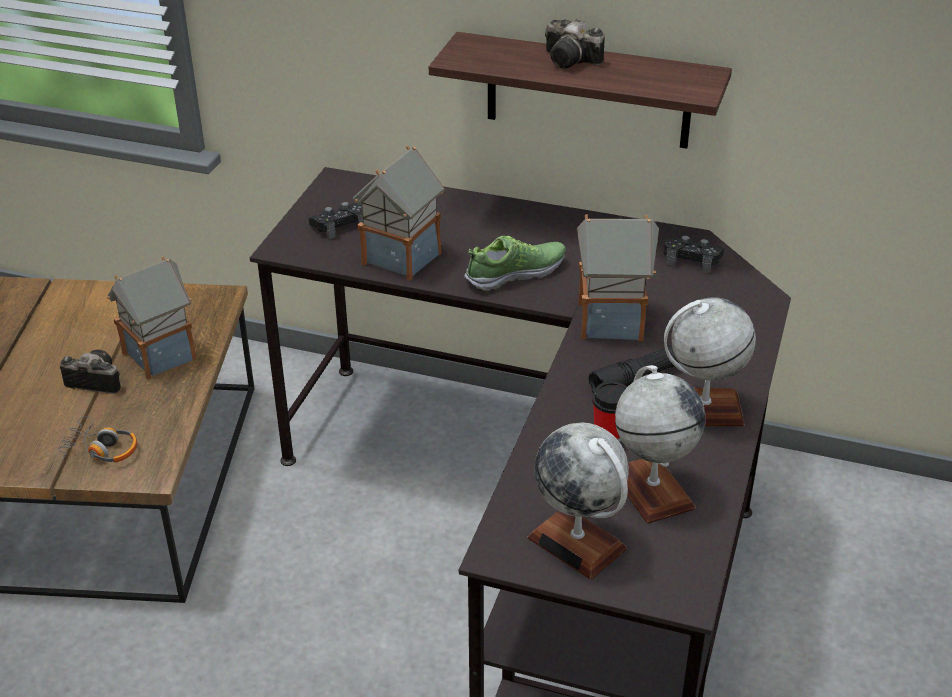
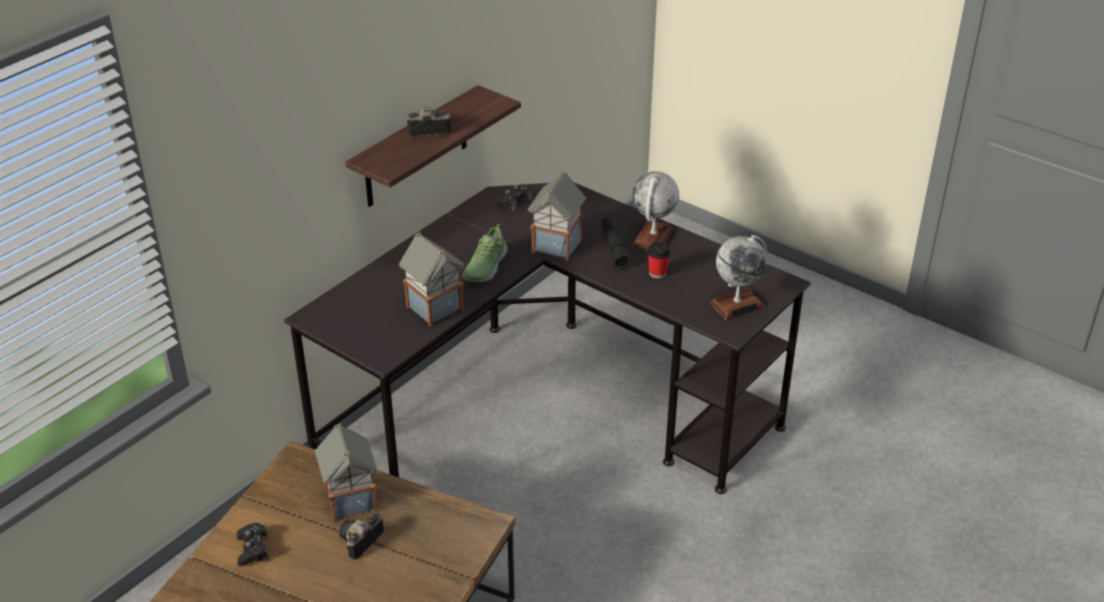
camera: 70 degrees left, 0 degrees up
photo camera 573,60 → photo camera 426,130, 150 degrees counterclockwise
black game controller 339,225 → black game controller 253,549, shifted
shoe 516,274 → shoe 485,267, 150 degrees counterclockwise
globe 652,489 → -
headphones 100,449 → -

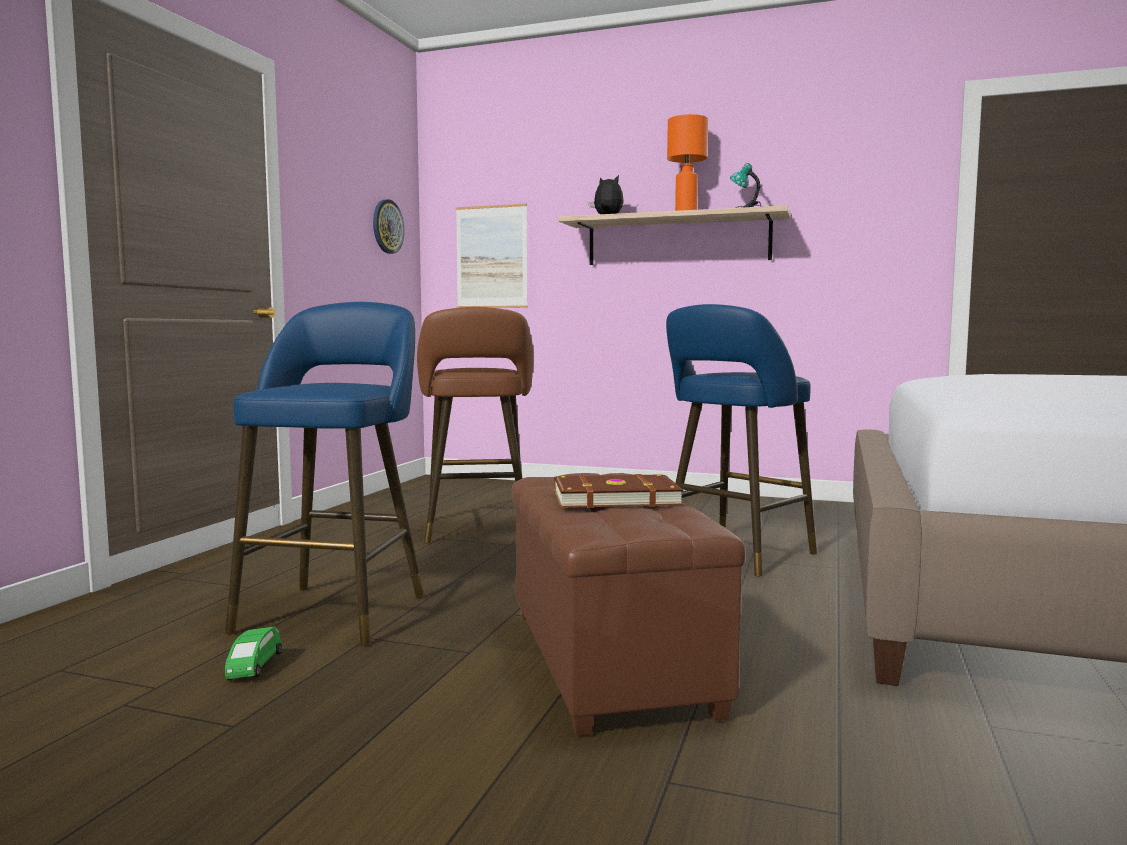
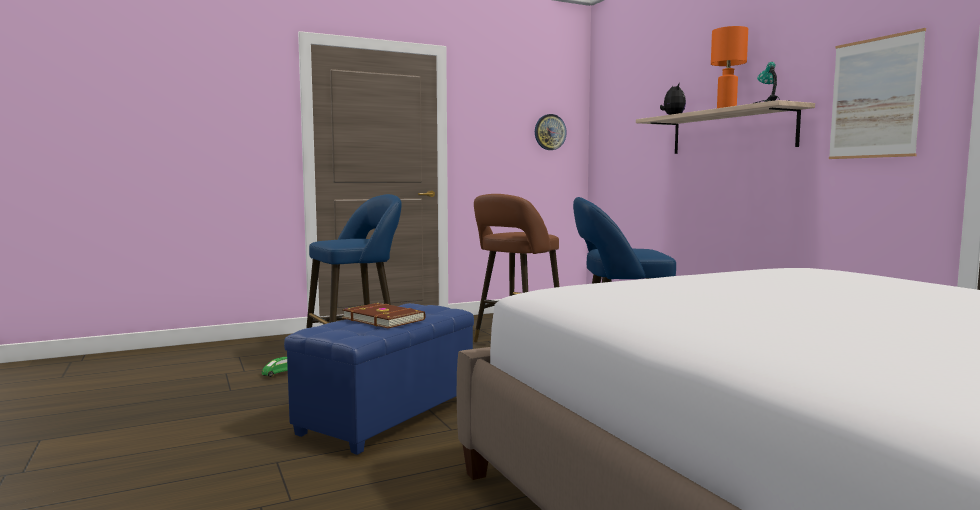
camera: 45 degrees right, 0 degrees up
picture 491,257 → picture 874,98, shifted
brown ottoman 606,661 → blue ottoman 387,416

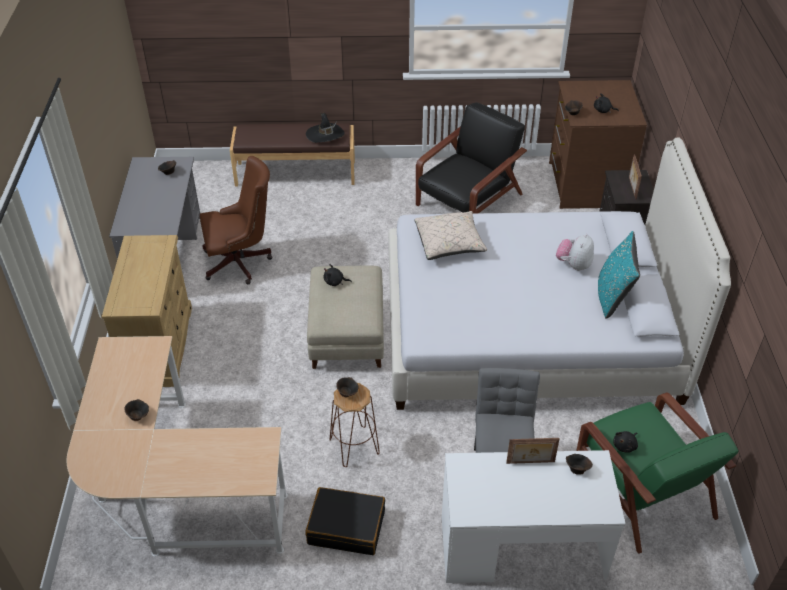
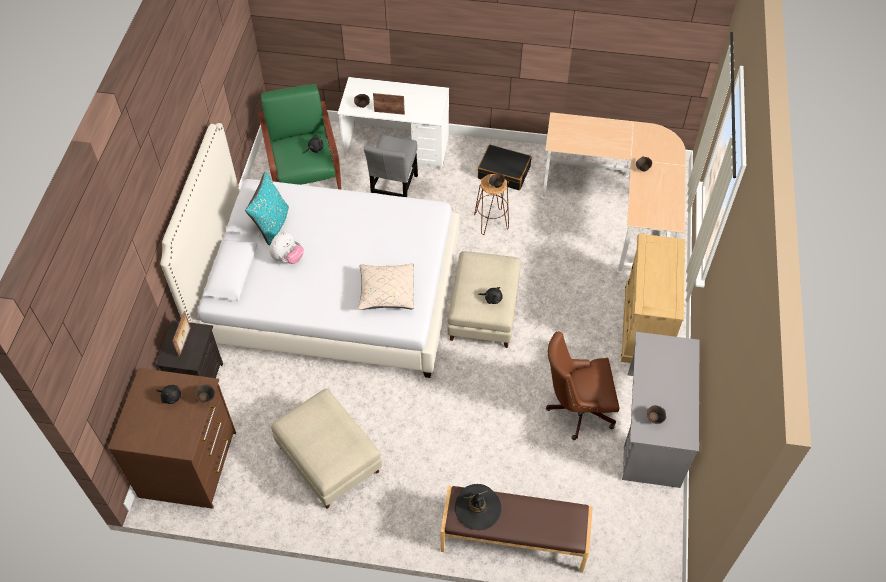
camera: 170 degrees left, 10 degrees up
black armchair 468,201 → beige ottoman 328,459

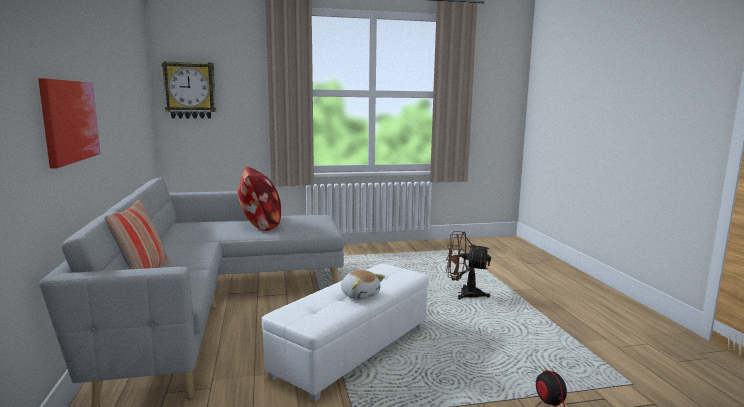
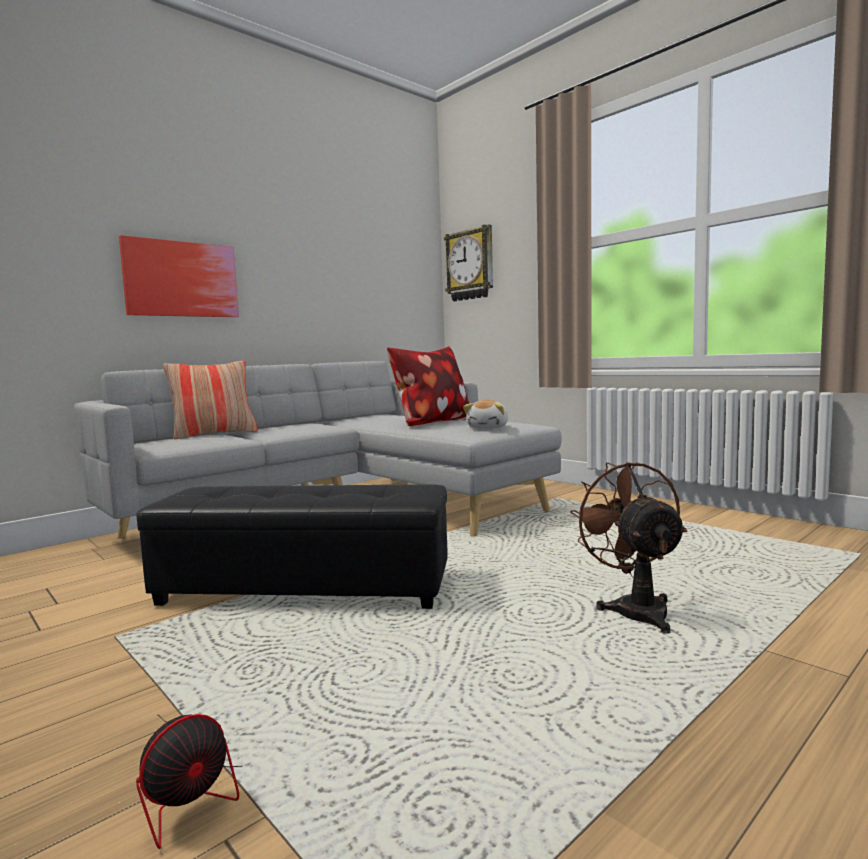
camera: 60 degrees right, 5 degrees down
white ottoman 353,349 → black ottoman 306,588
plush toy 360,295 → plush toy 489,428, shifted

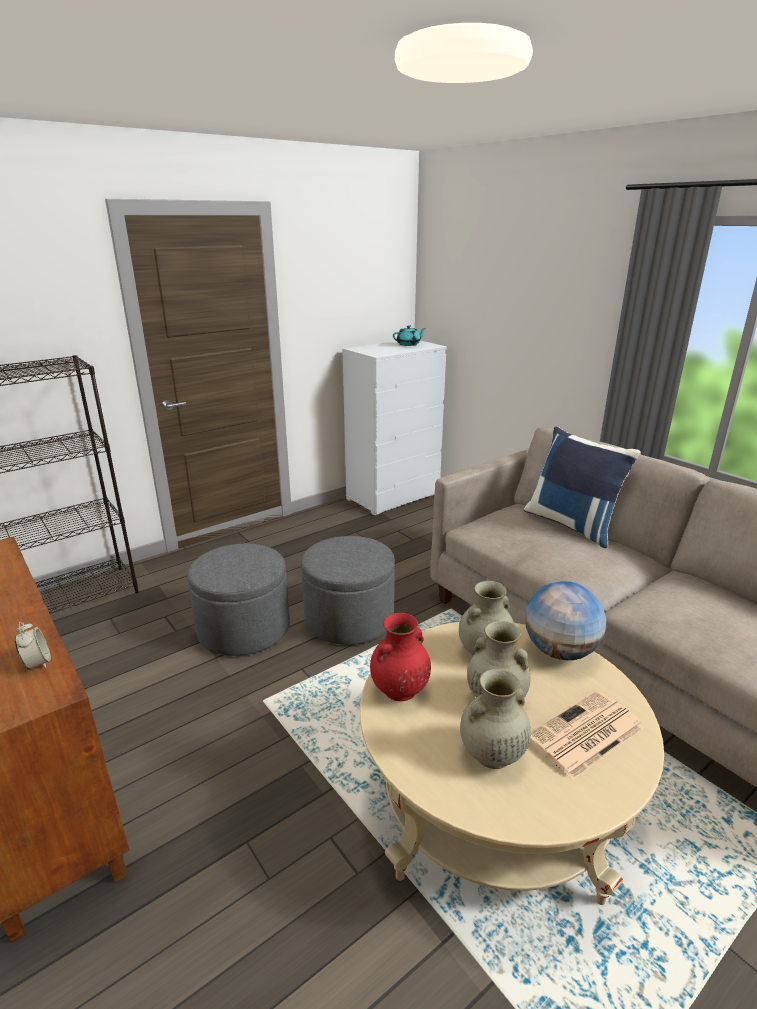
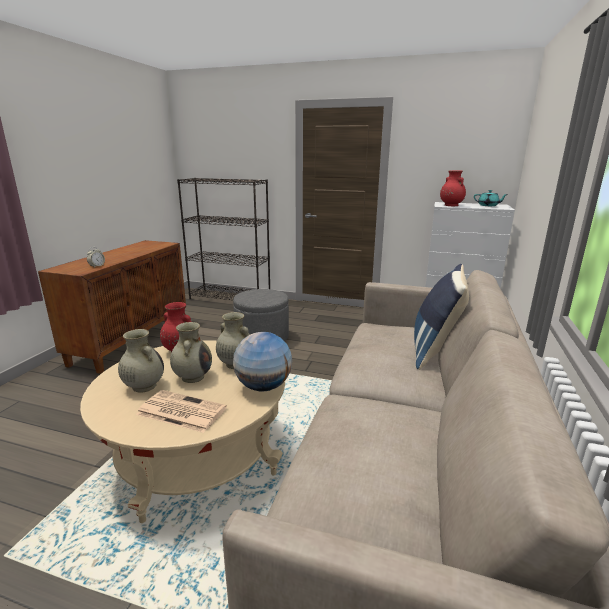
camera: 55 degrees right, 5 degrees down
grey ottoman 349,619 → -
- → red vase 451,205

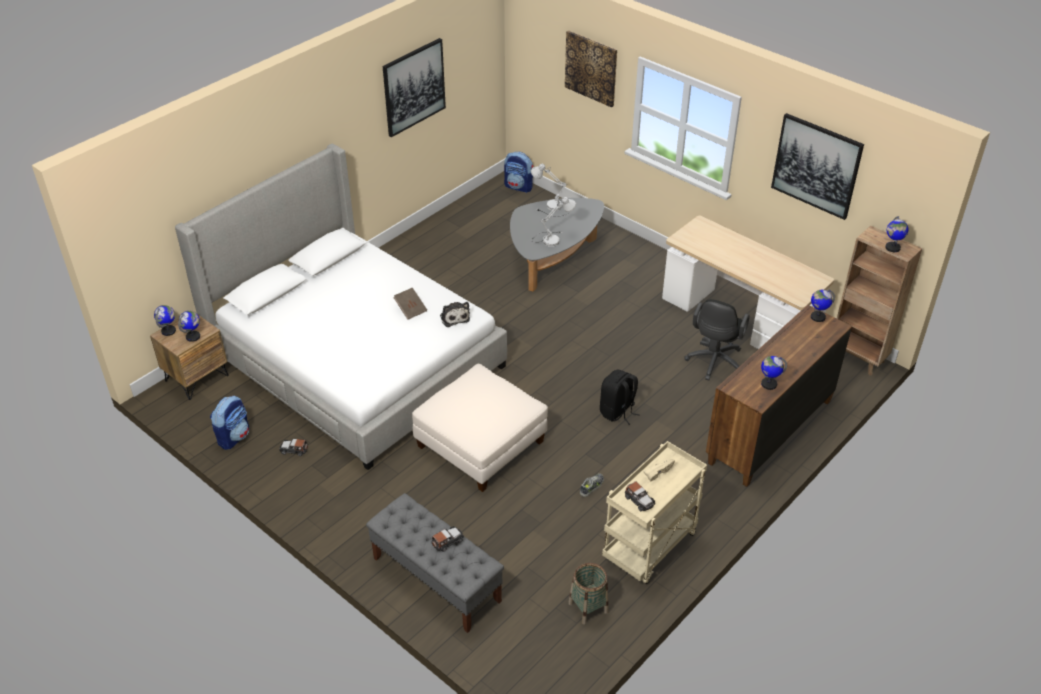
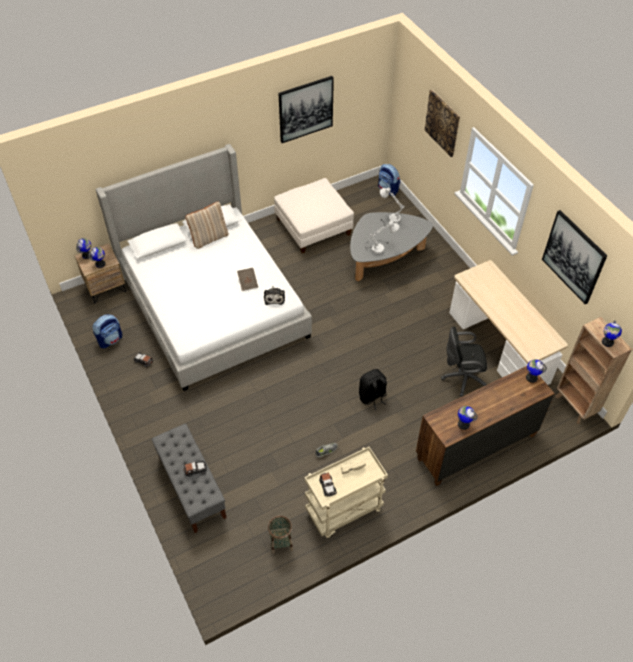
camera: 20 degrees right, 10 degrees up
black office chair 713,363 → black office chair 462,378, 45 degrees clockwise
white ottoman 480,443 → white ottoman 313,226, shifted
- → beige pillow 209,238

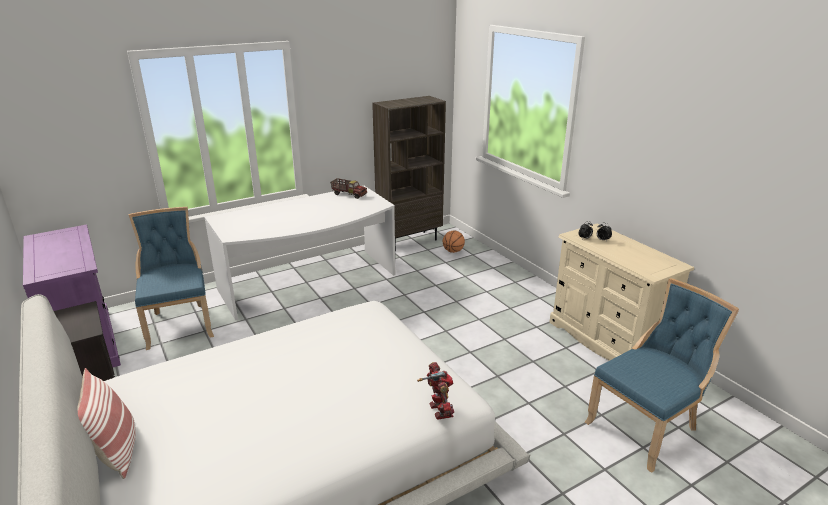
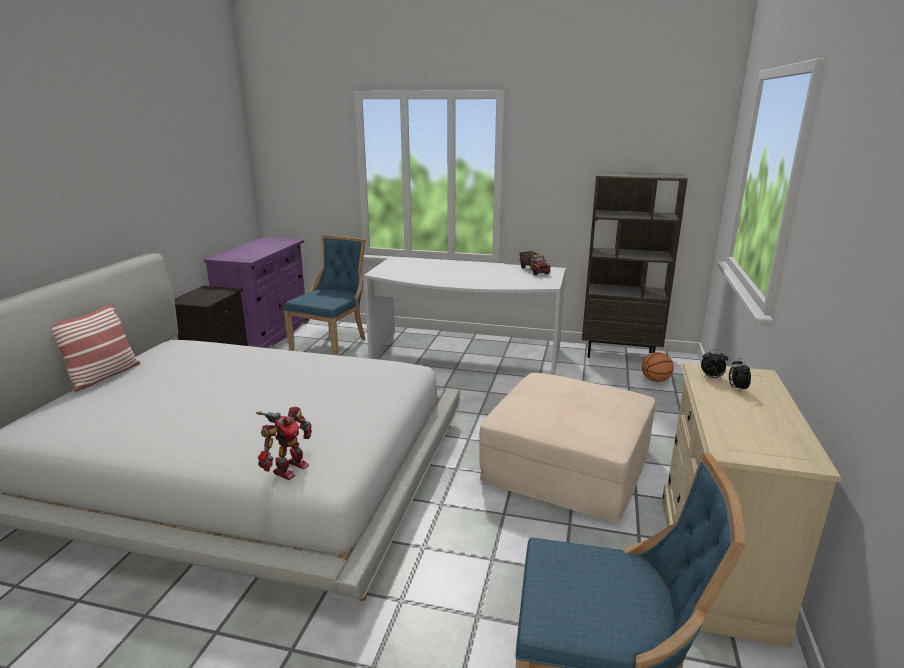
camera: 45 degrees right, 5 degrees down
- → beige ottoman 567,465

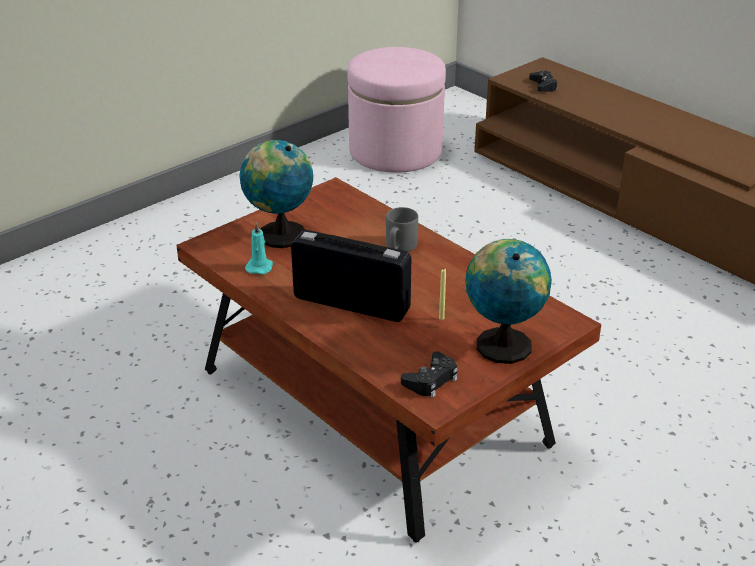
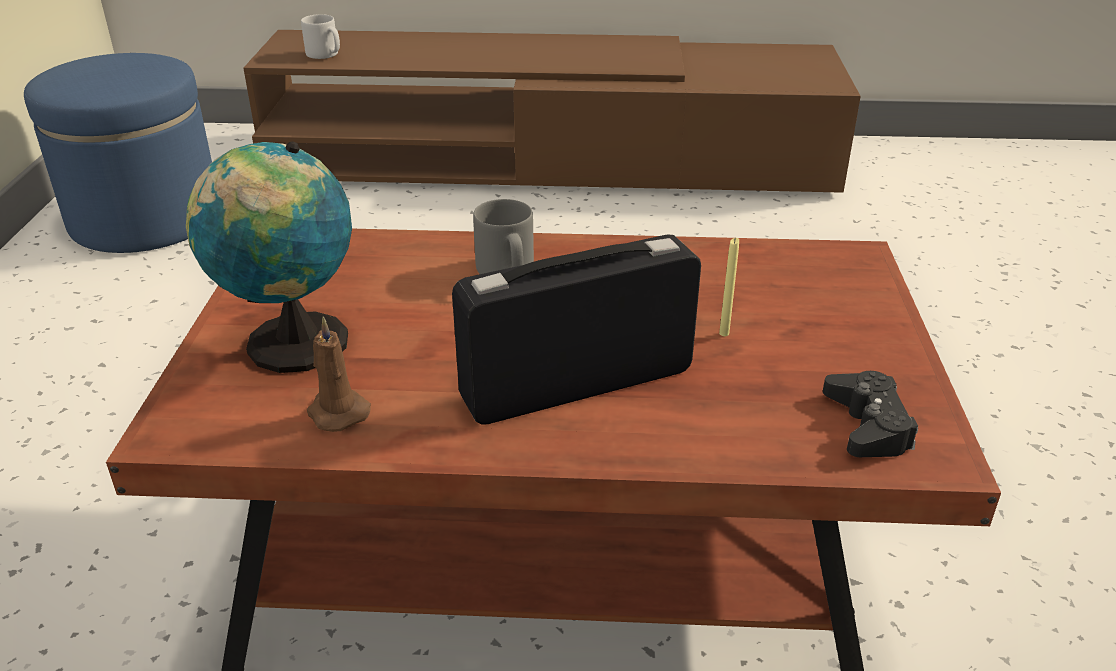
camera: 45 degrees left, 0 degrees up
pink ottoman 395,151 → blue ottoman 146,219
black game controller 543,86 → grey mug 325,55
turquoise candle 259,267 → brown candle 336,412
globe 502,343 → -

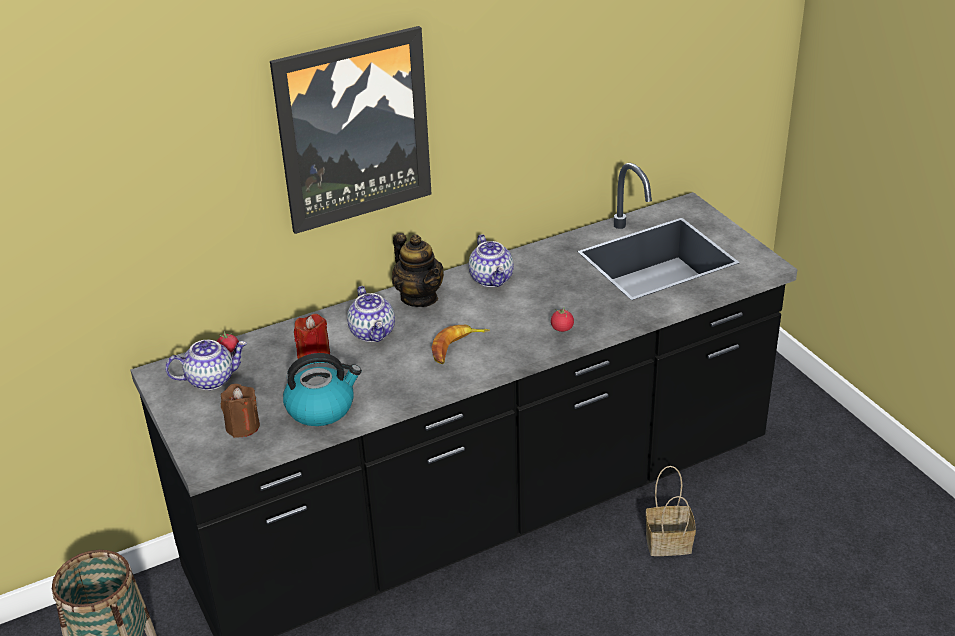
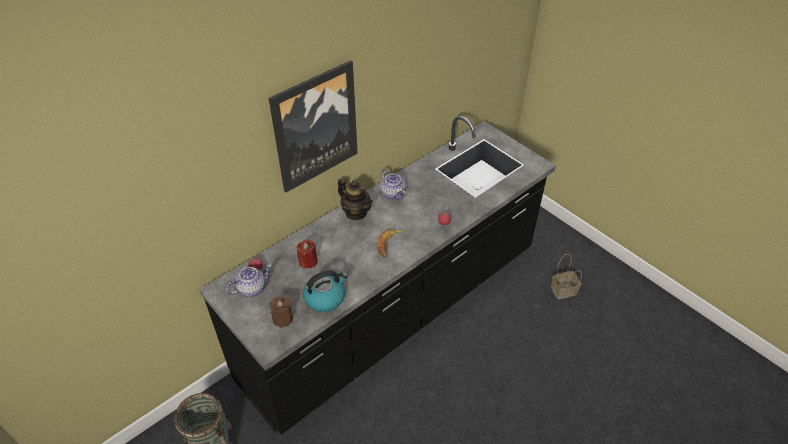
camera: 15 degrees left, 10 degrees up
teapot 373,333 → -
basket 670,542 → basket 564,290, shifted

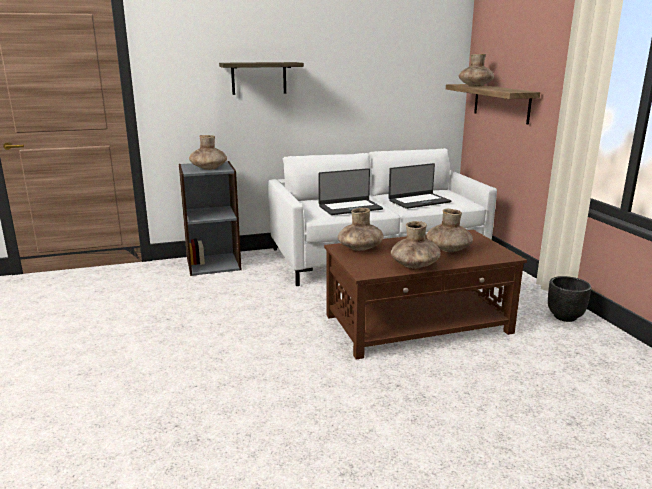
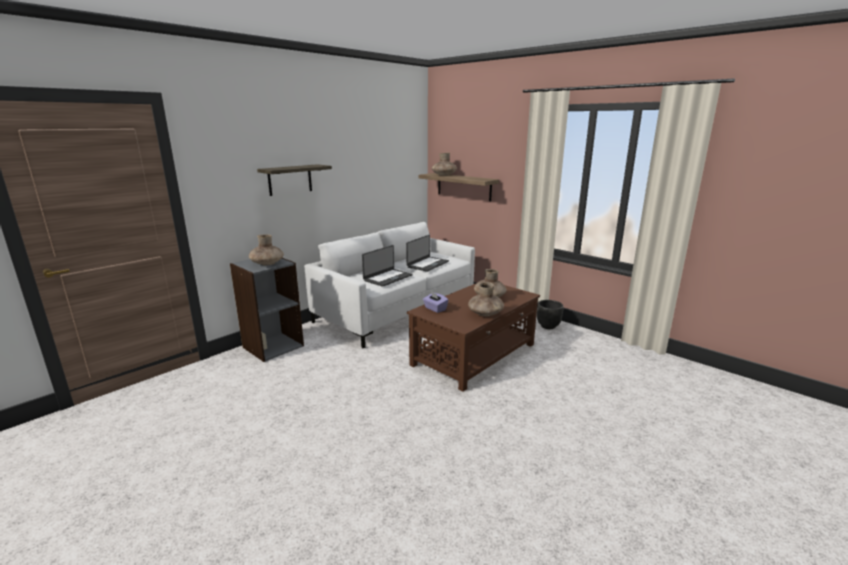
camera: 30 degrees left, 0 degrees up
brown vase 360,248 → purple tissue box 435,309

